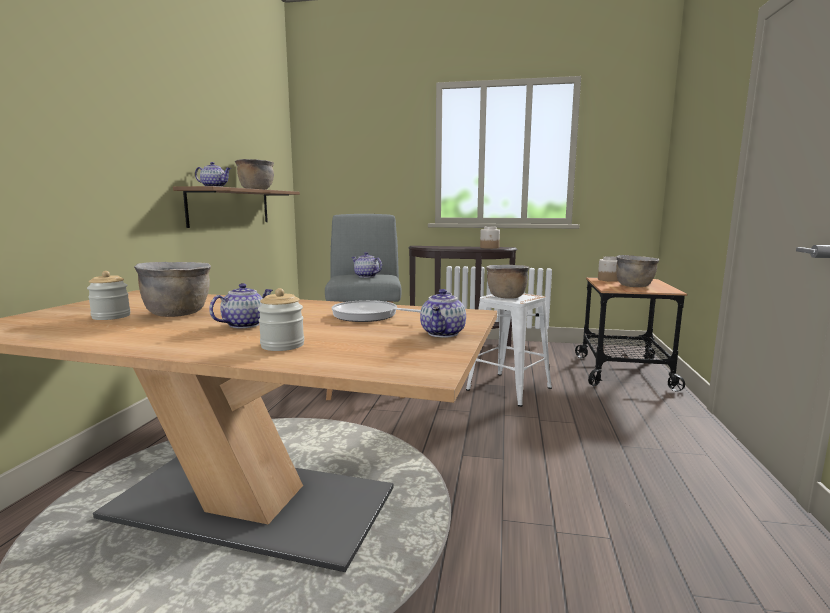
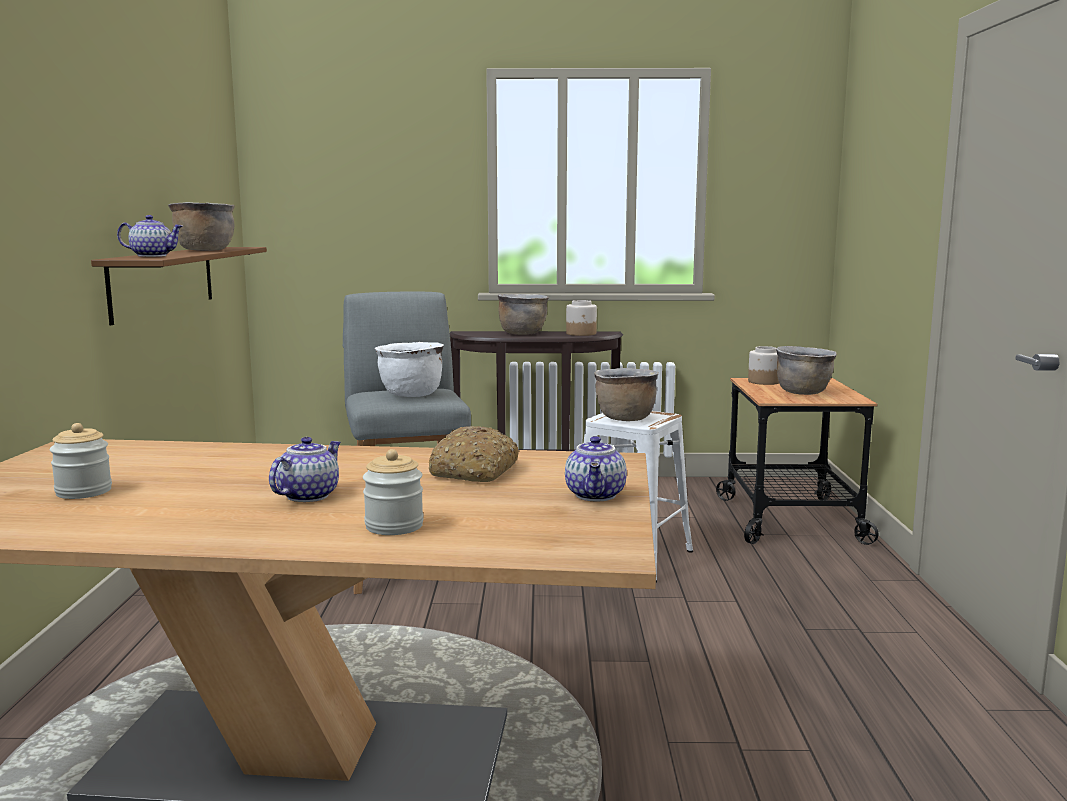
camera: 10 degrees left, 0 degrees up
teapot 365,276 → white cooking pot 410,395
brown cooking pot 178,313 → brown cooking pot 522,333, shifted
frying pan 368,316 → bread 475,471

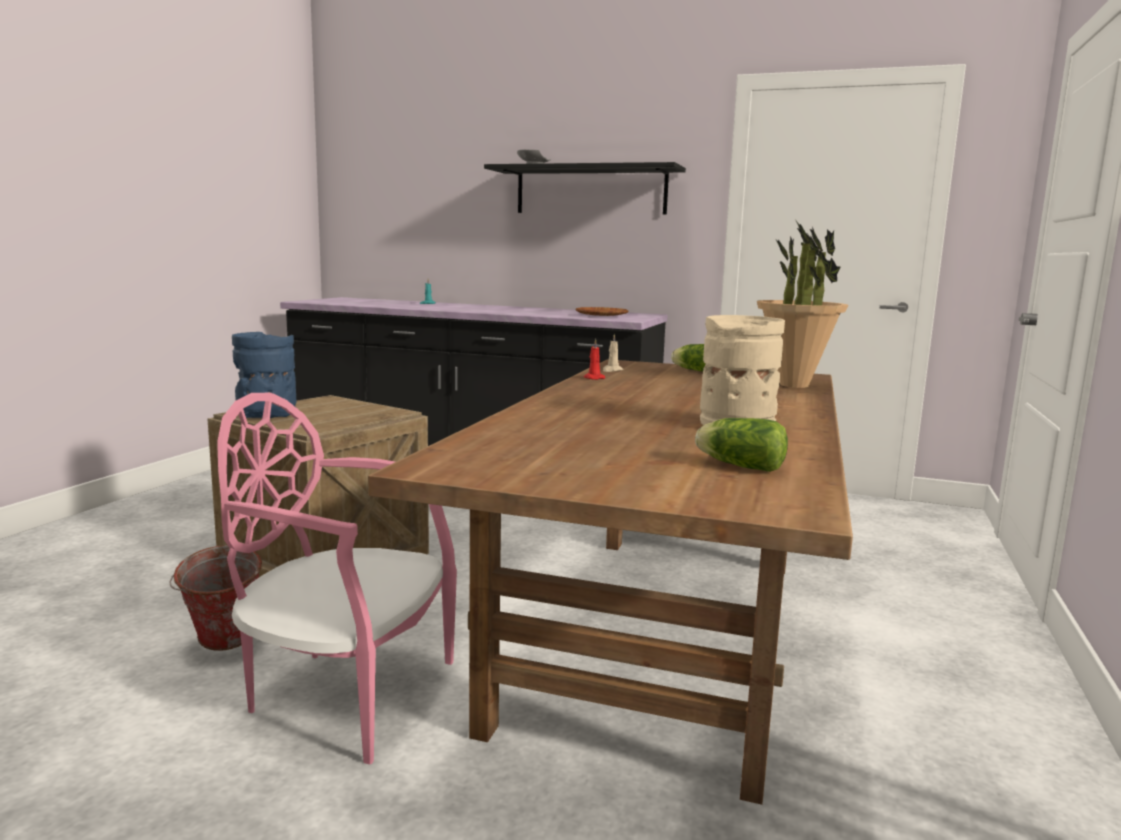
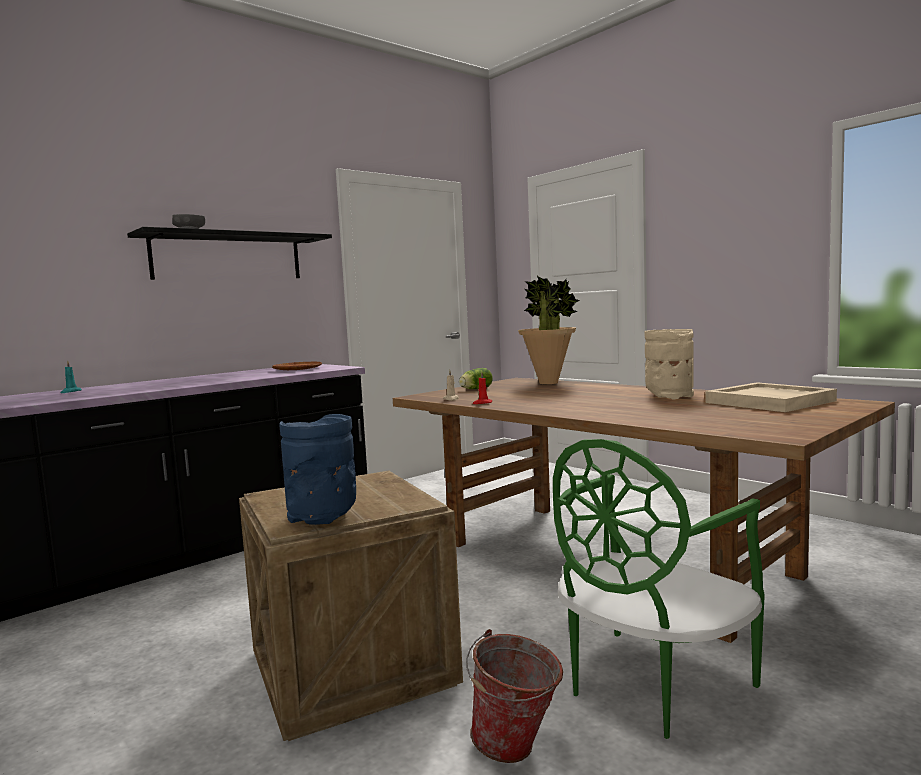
camera: 60 degrees left, 5 degrees down
pink chair 345,693 → green chair 650,685
lettuce 738,465 → beige tray 770,402

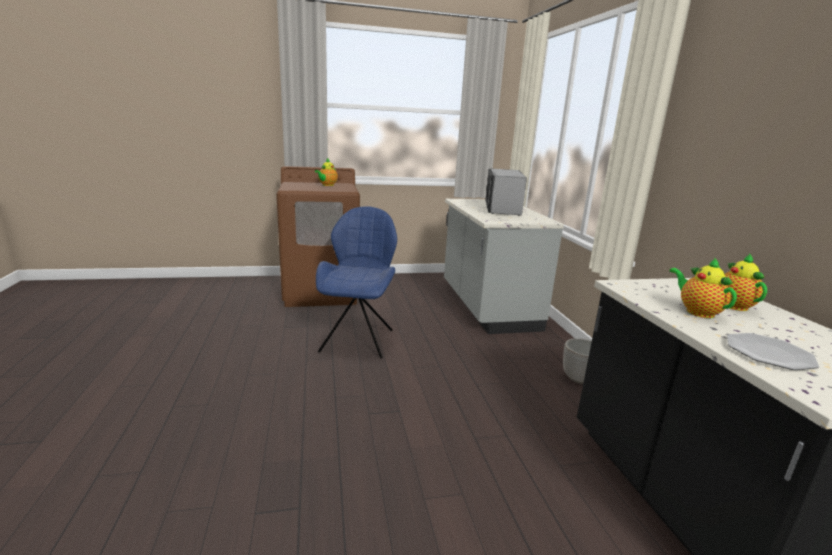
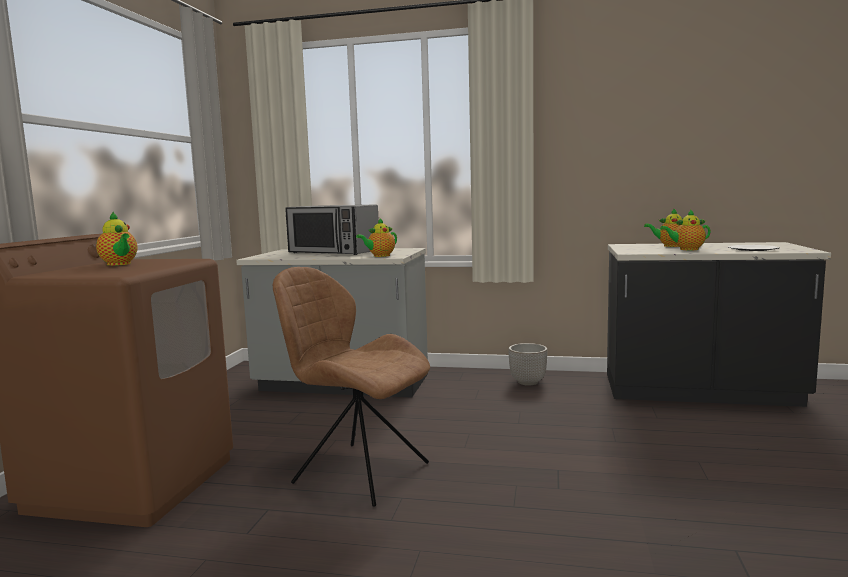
camera: 65 degrees left, 10 degrees down
blue chair 358,339 → brown chair 357,472
- → teapot 379,256

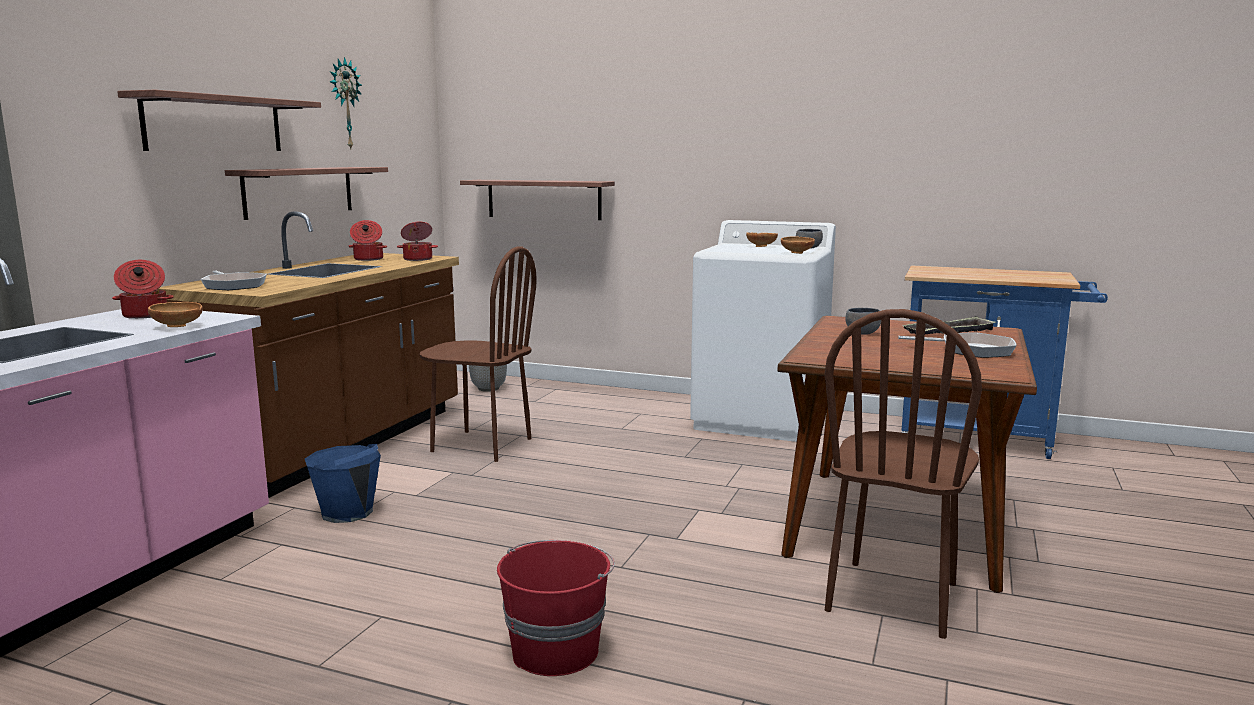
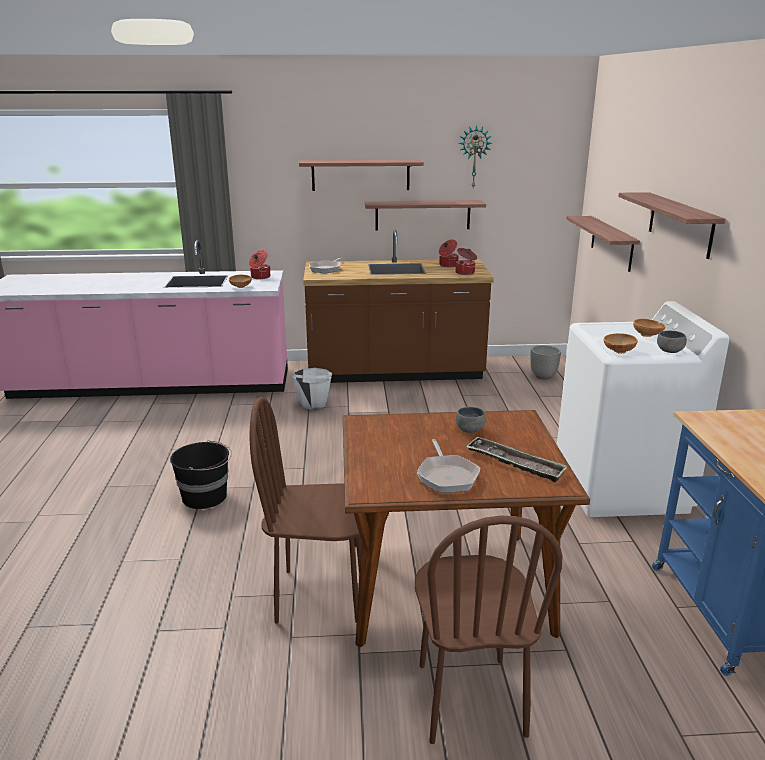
camera: 65 degrees right, 10 degrees up
brown chair 481,445 → brown chair 469,699, shifted
blue bucket 347,513 → white bucket 313,404
red bucket 556,650 → black bucket 205,497
- → shelf 680,224

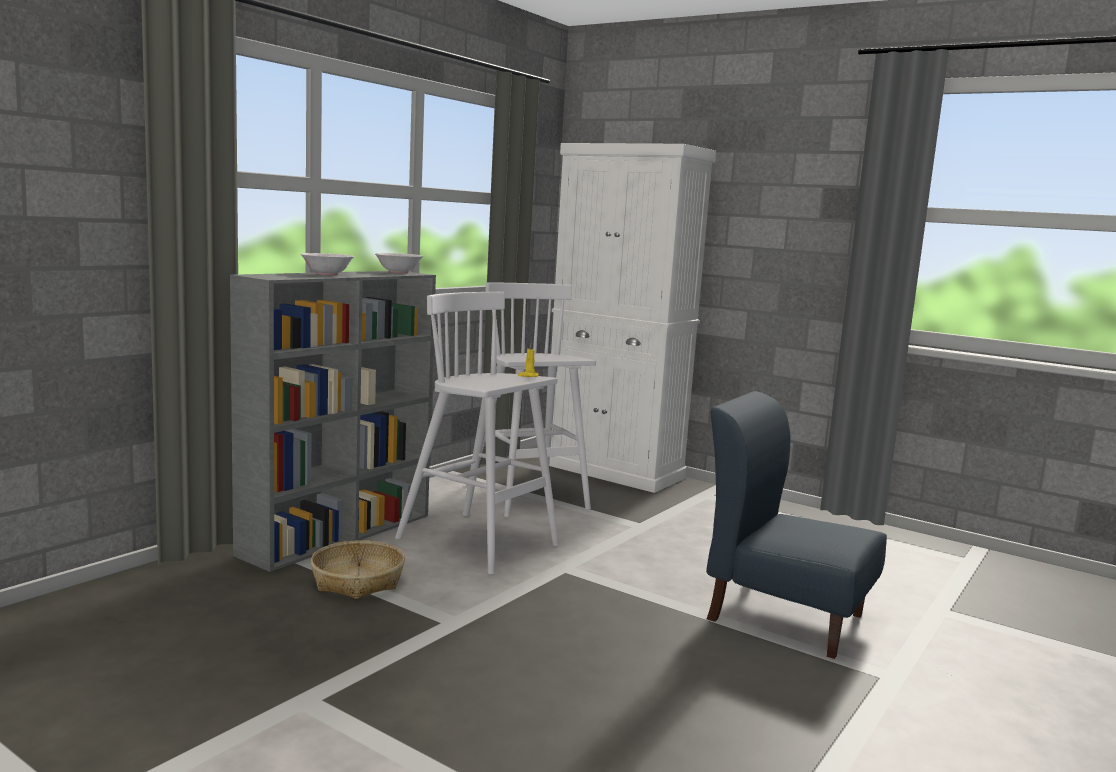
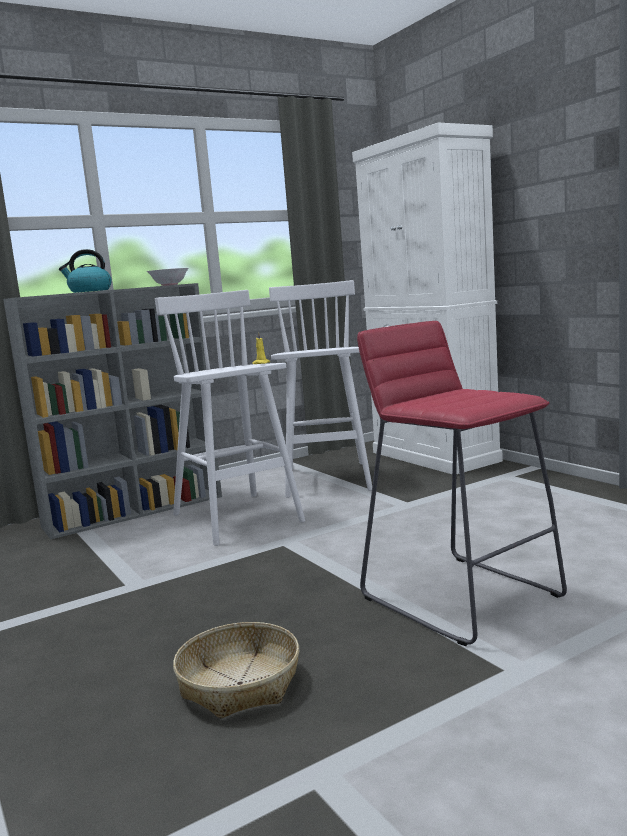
camera: 25 degrees right, 0 degrees up
white bowl 327,274 → kettle 89,291
blue chair 784,616 → red stool 461,596
basket 358,581 → basket 240,684, shifted

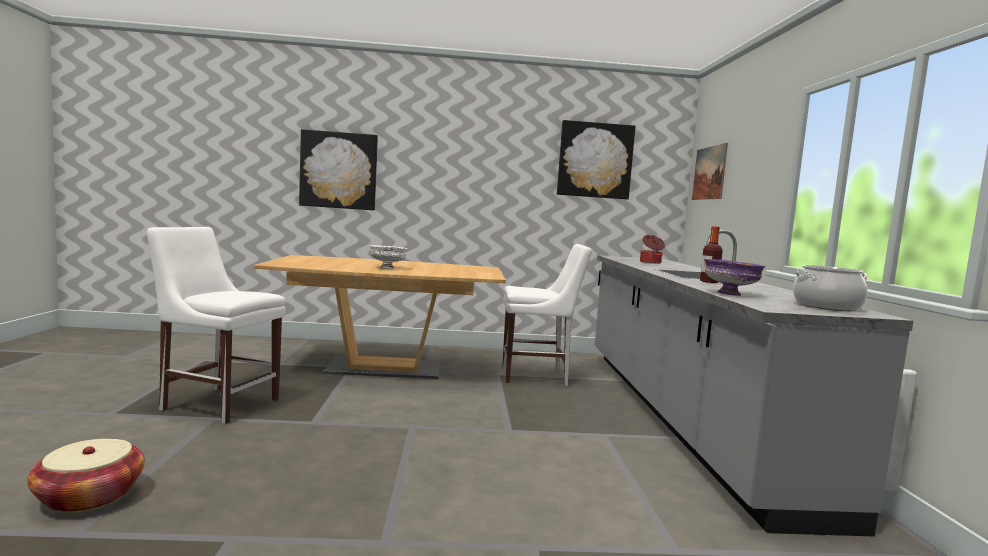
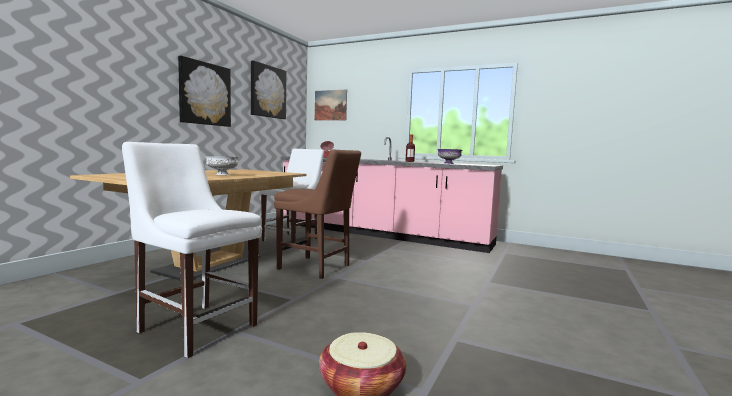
camera: 60 degrees left, 0 degrees up
picture 339,170 → picture 205,94, shifted
white chair 217,403 → white chair 195,326, 75 degrees clockwise
grey counter 680,415 → pink counter 381,234
cooking pot 827,306 → -
- → brown chair 316,268

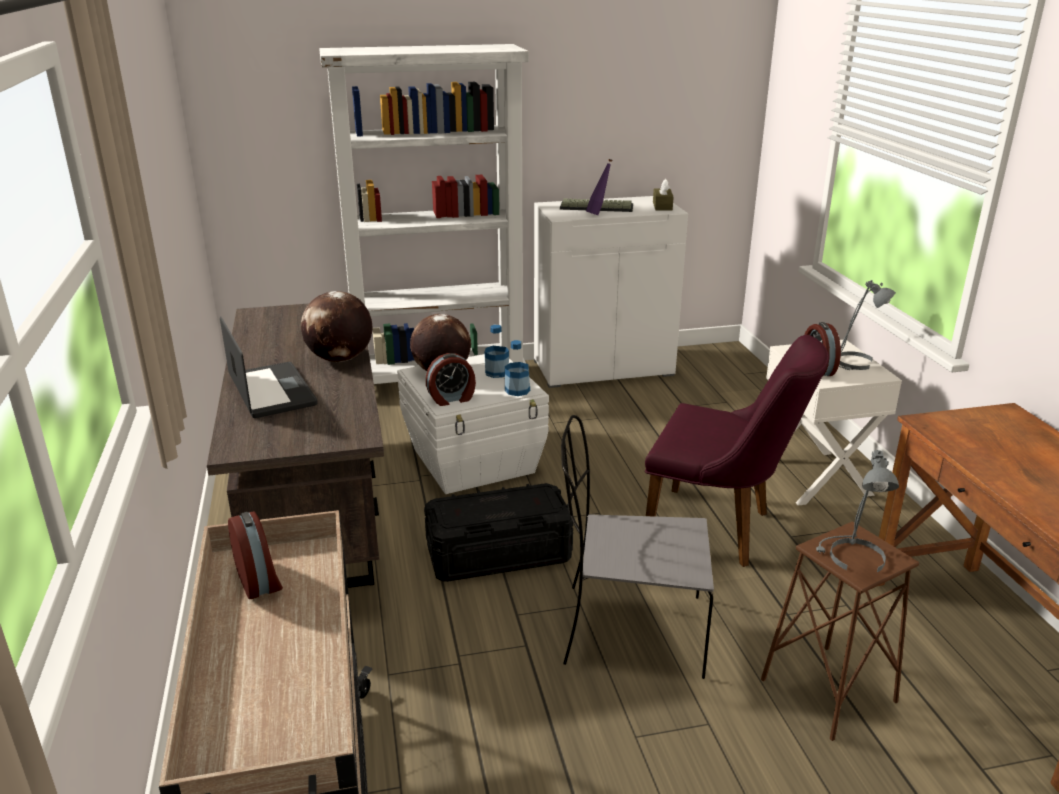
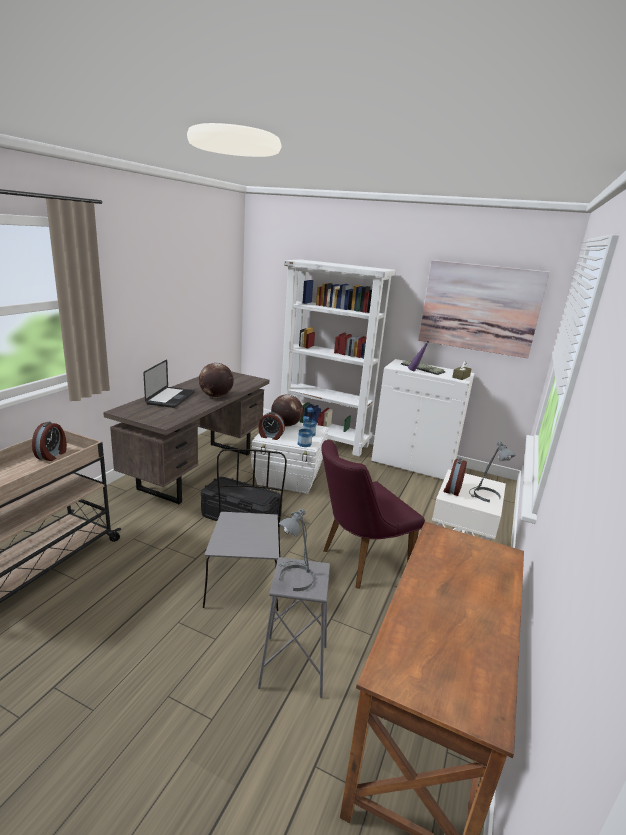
camera: 35 degrees right, 5 degrees down
purple chair 720,530 → purple chair 358,561, 90 degrees clockwise
grey chair 629,630 → grey chair 245,578, 45 degrees clockwise
brown stool 828,691 → grey stool 293,666
- → picture 479,308

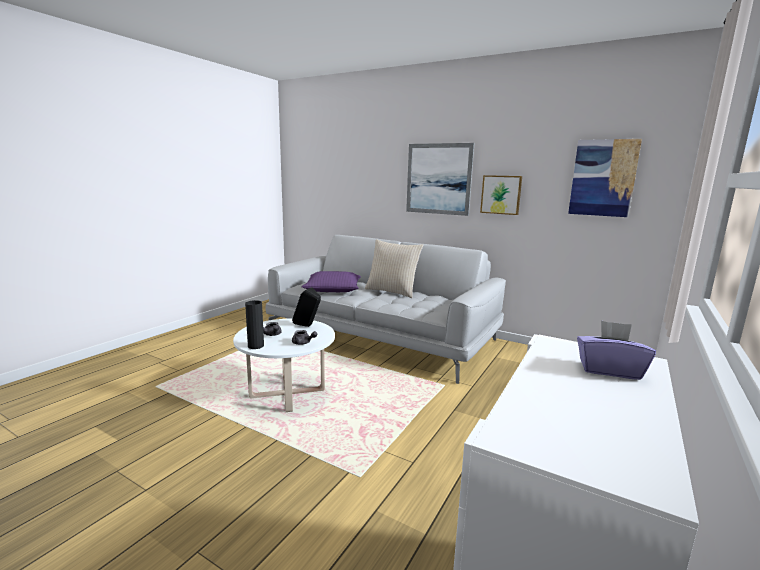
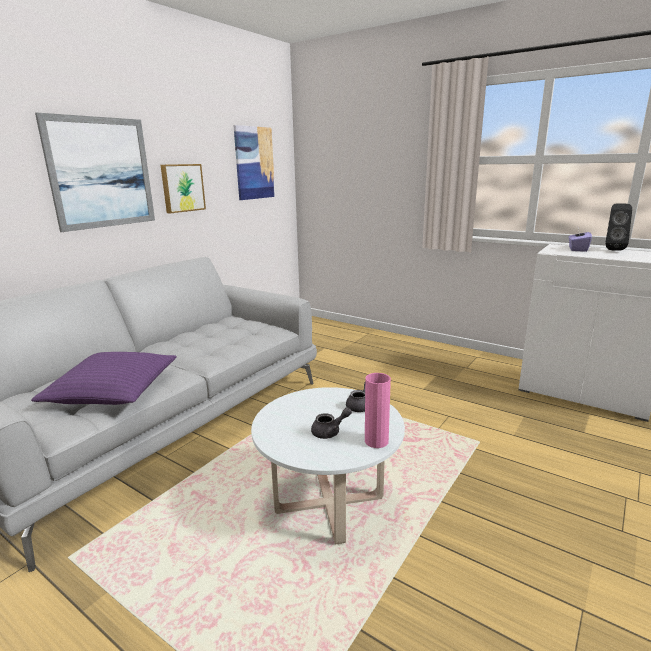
camera: 85 degrees left, 5 degrees up
beige pillow 392,291 → -
black speaker 308,326 → black speaker 613,250, shifted
black vase 256,346 → pink vase 376,441

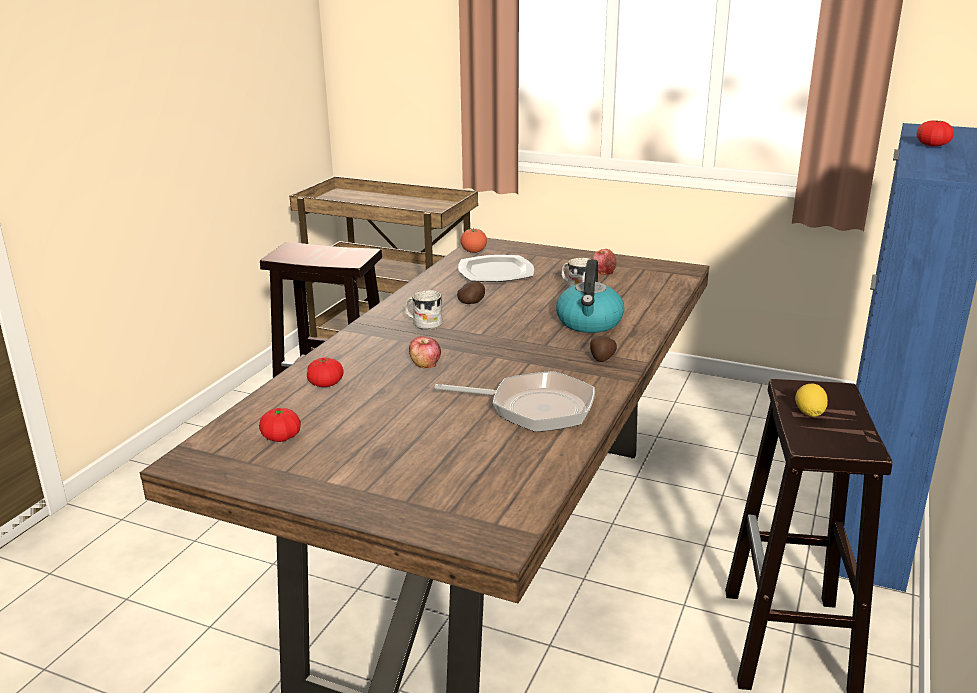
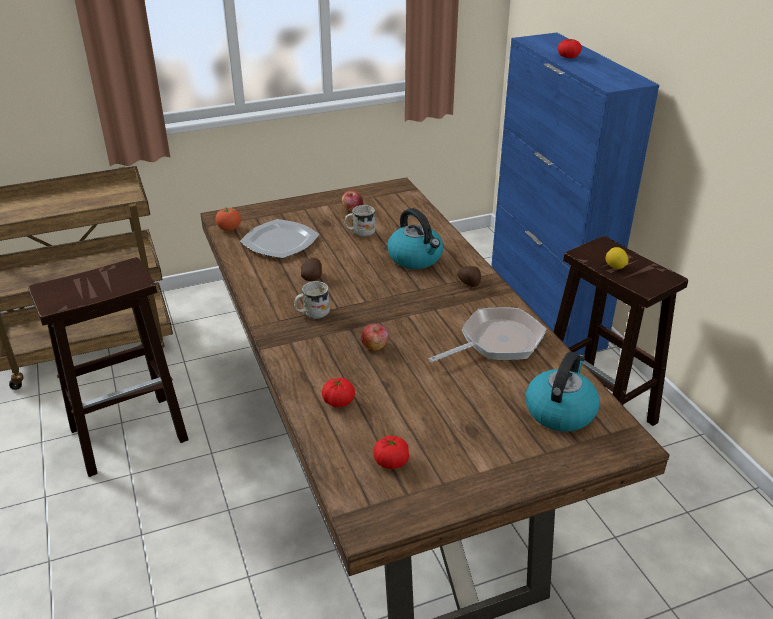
camera: 45 degrees left, 10 degrees up
- → kettle 560,411

